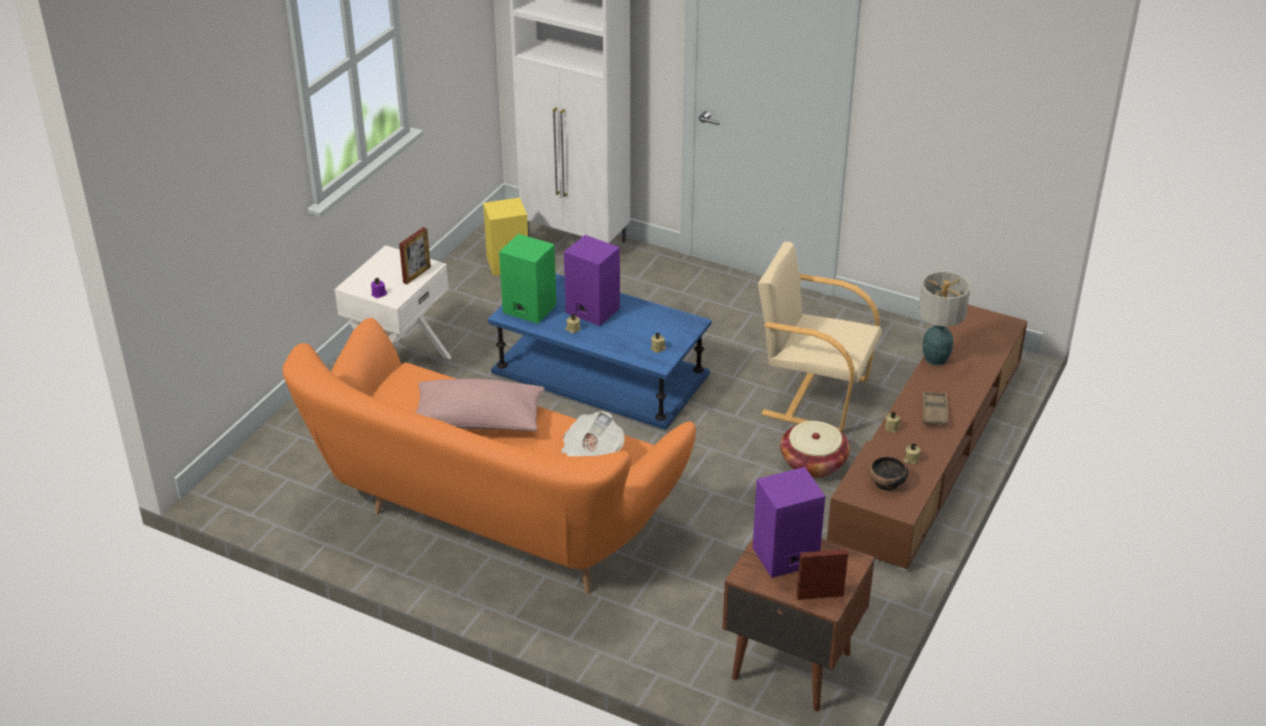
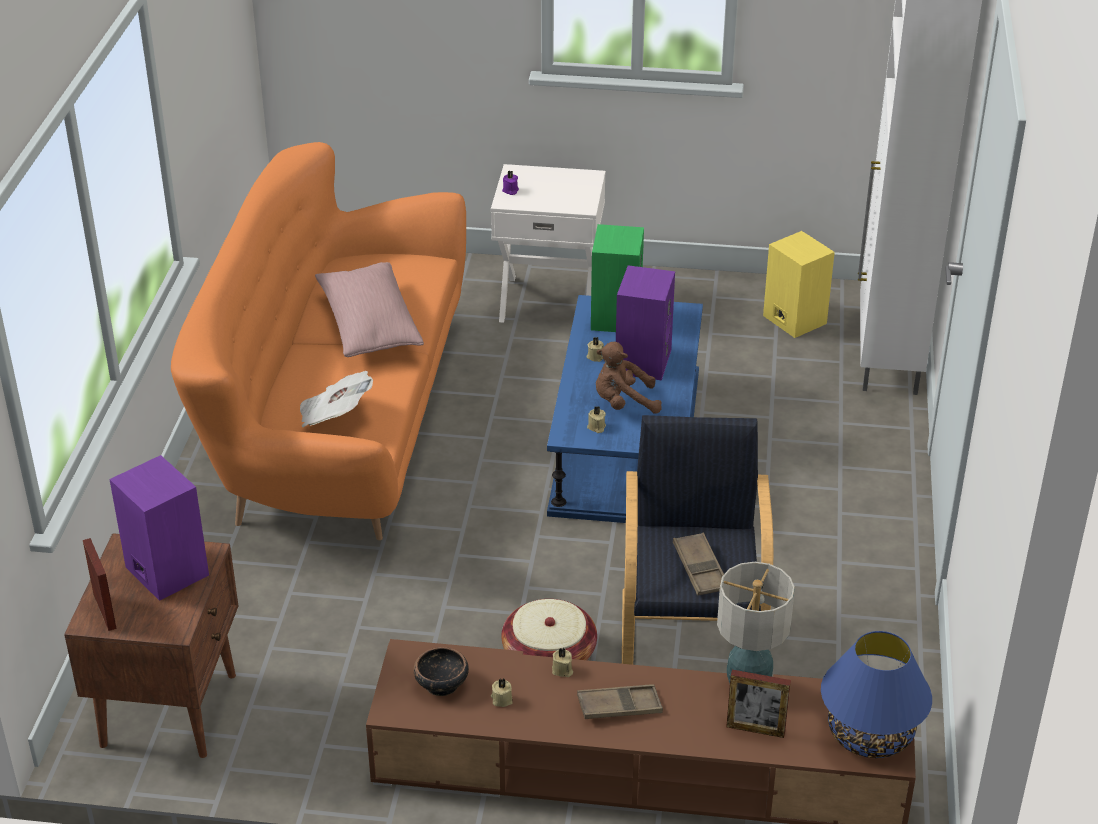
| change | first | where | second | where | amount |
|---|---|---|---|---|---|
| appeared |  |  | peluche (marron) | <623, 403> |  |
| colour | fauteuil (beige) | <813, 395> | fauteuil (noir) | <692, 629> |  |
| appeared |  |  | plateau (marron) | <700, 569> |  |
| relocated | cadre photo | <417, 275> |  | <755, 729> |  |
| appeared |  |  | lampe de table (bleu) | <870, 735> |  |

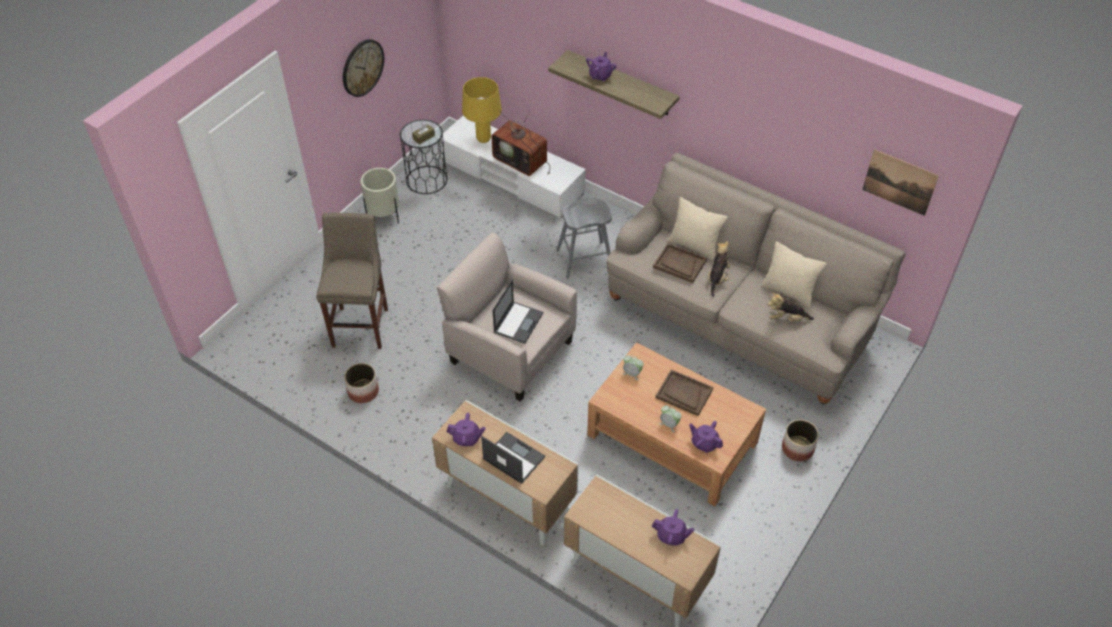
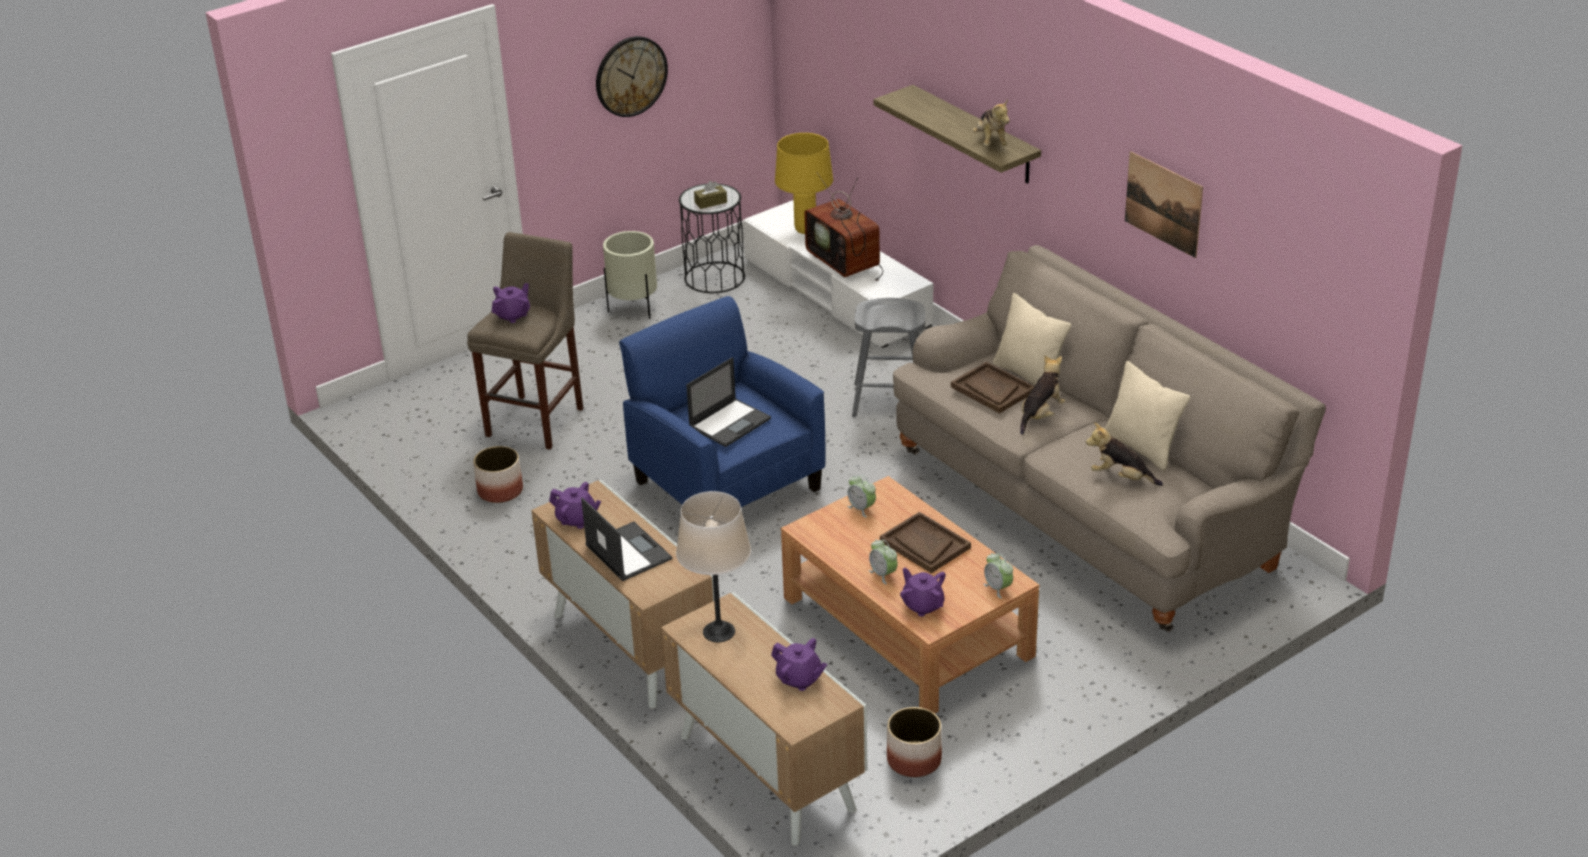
| change | first | where | second | where | amount |
|---|---|---|---|---|---|
| relocated | théière (violet) | <600, 75> |  | <513, 315> |  |
| colour | fauteuil (beige) | <510, 351> | fauteuil (bleu) | <726, 484> |  |
| appeared |  |  | lampe de table (beige) | <718, 631> |  |
| relocated | cache-pot | <798, 448> |  | <914, 760> |  |
| appeared |  |  | peluche | <990, 141> |  |
| appeared |  |  | réveil | <998, 588> |  |
| relocated | tableau | <899, 182> |  | <1163, 204> |  |

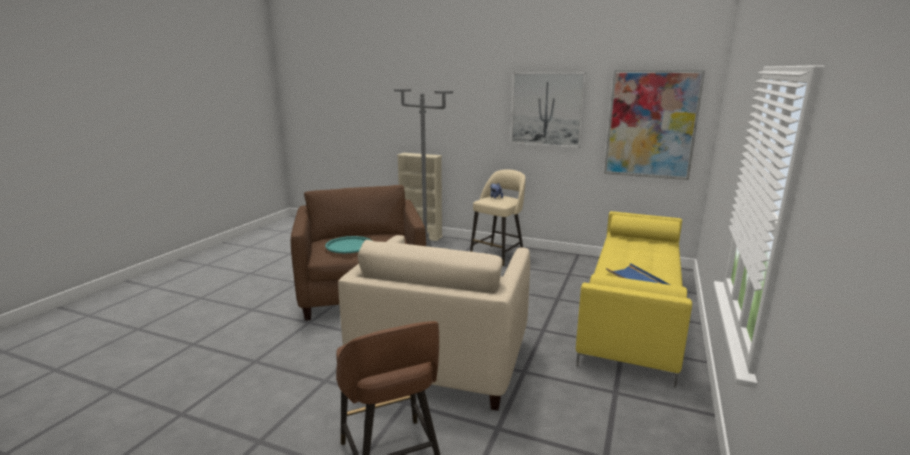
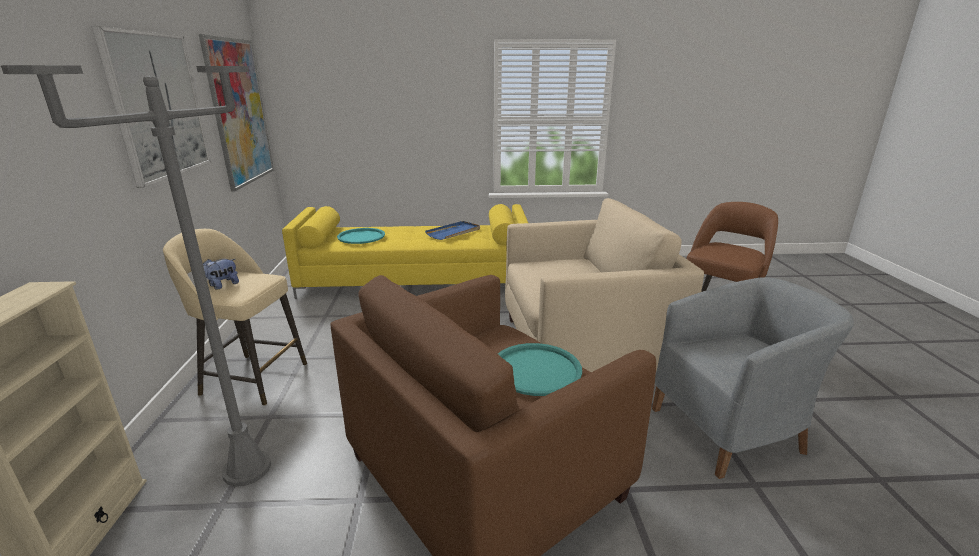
| change | first | where | second | where | amount |
|---|---|---|---|---|---|
| appeared |  |  | plateau (turquoise) | <361, 236> |  |
| appeared |  |  | fauteuil (gris) | <731, 429> |  |

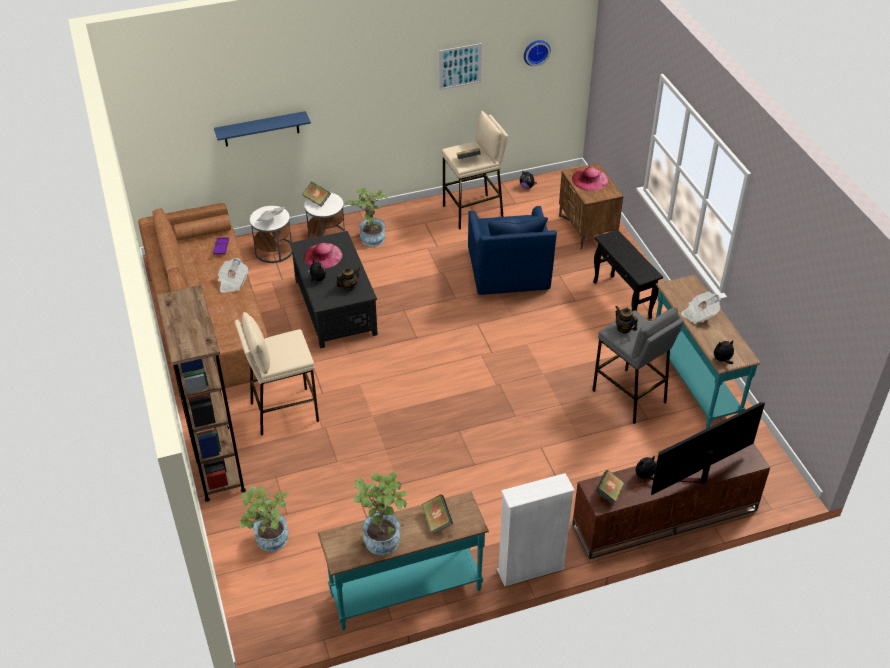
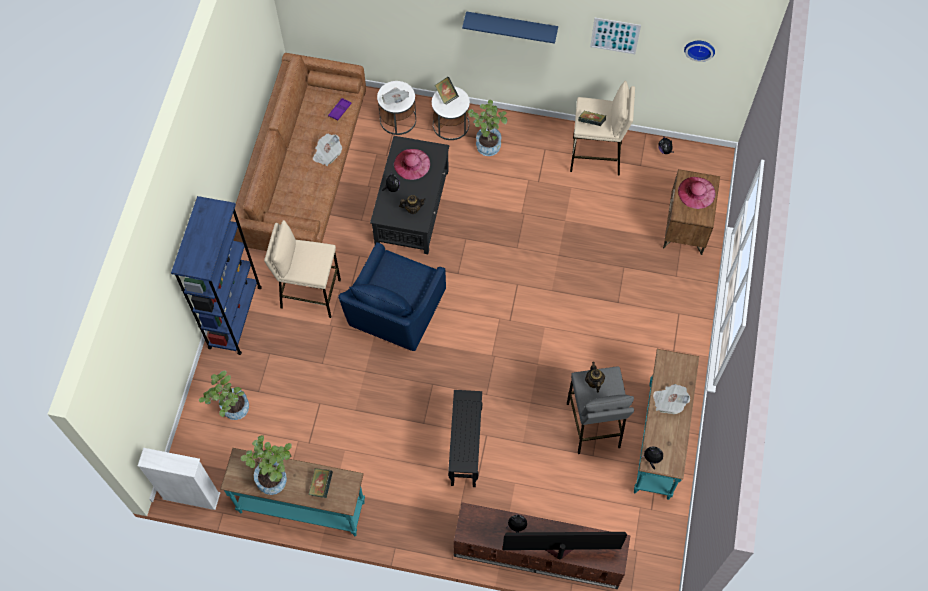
| change | first | where | second | where | amount |
|---|---|---|---|---|---|
| relocated | bibliothèque (blanc) | <530, 569> |  | <191, 496> |  |
| colour | bibliothèque (marron) | <217, 462> | bibliothèque (bleu) | <235, 317> |  |
| relocated | fauteuil (bleu) | <508, 272> |  | <395, 311> |  |
| relocated | table d'appoint (noir) | <622, 300> |  | <465, 450> |  |
| relocated | étagère (bleu) | <261, 129> |  | <511, 26> |  |
| missing | livre | <609, 493> |  |  |  |

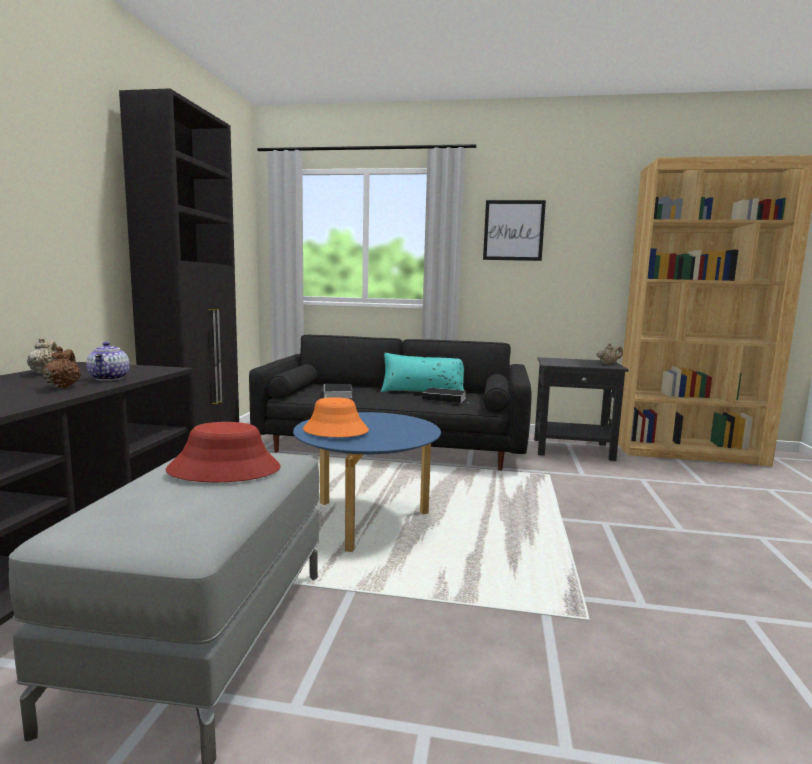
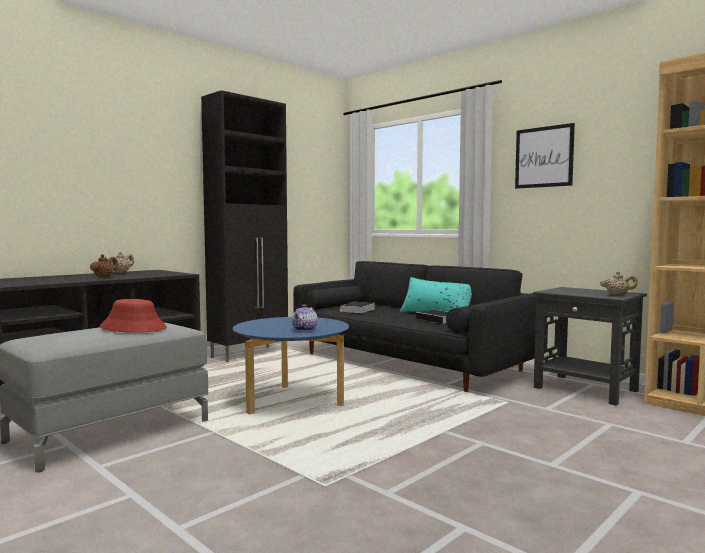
| change | first | where | second | where | amount |
|---|---|---|---|---|---|
| relocated | théière | <110, 378> |  | <305, 330> |  |
| missing | chapeau (orange) | <335, 430> |  |  |  |

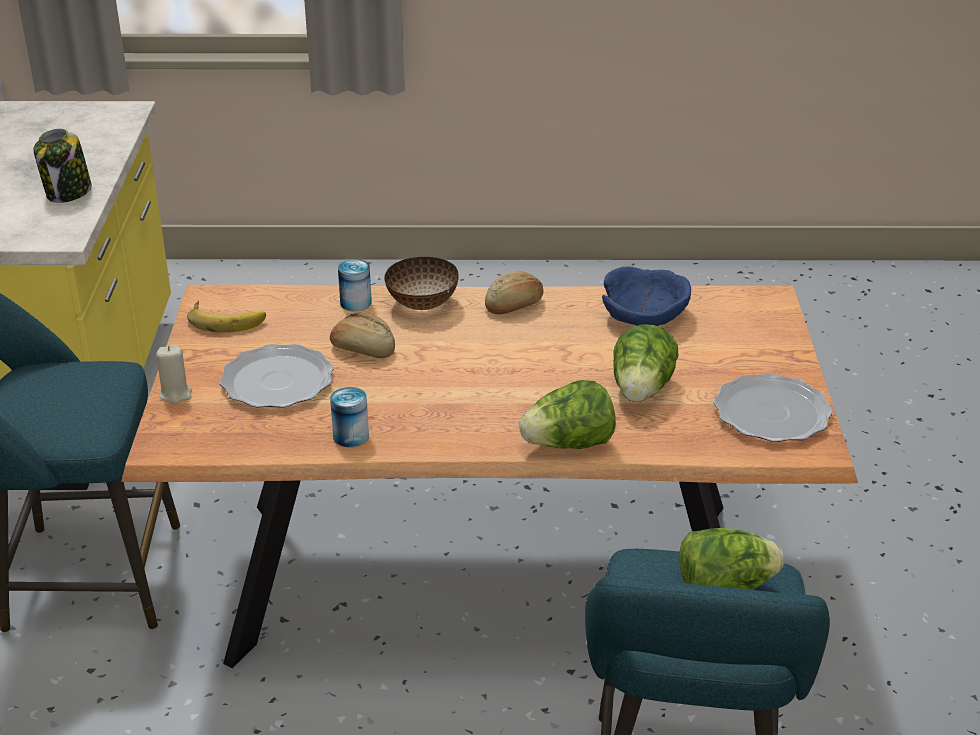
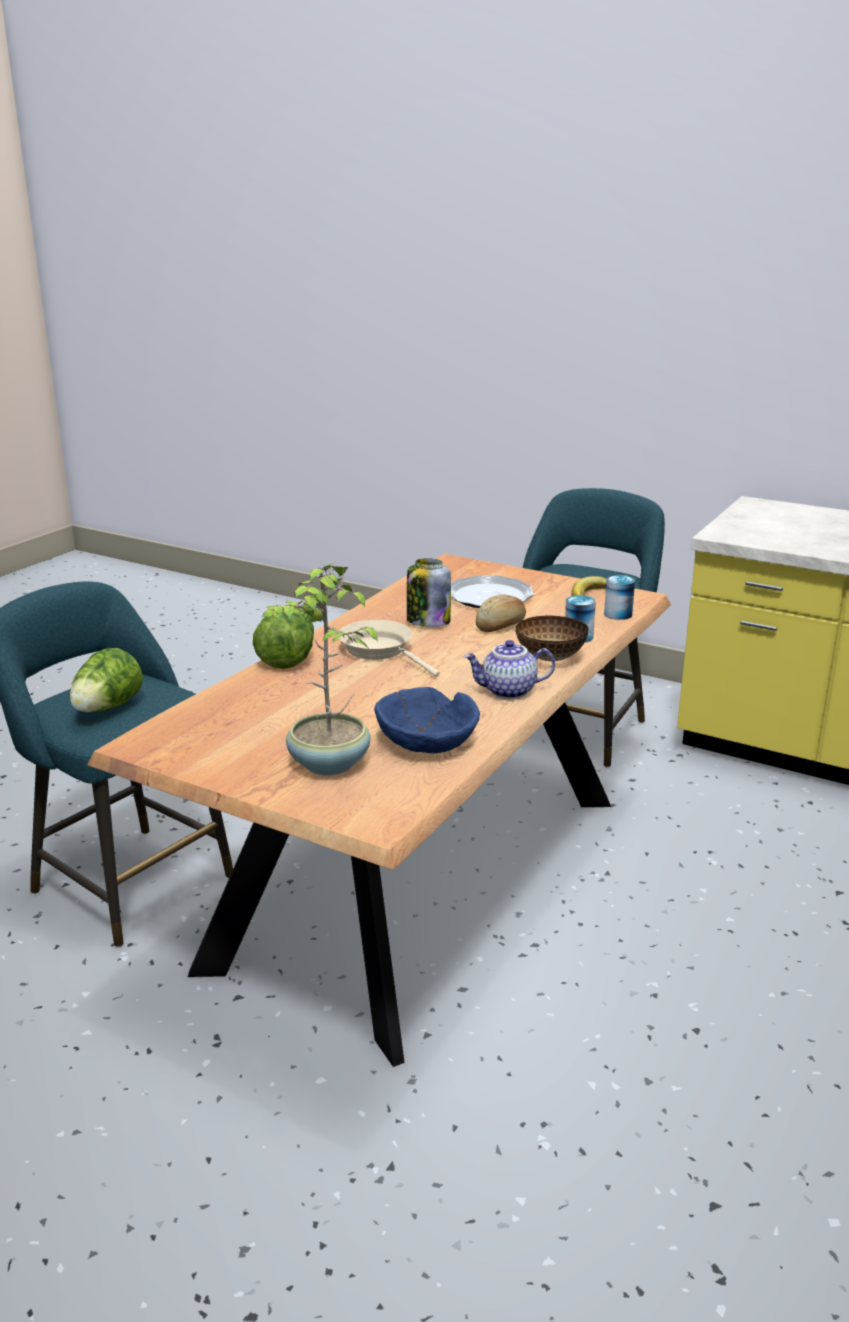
| change | first | where | second | where | amount |
|---|---|---|---|---|---|
| appeared |  |  | plante en pot | <328, 765> |  |
| appeared |  |  | poêle (beige) | <380, 651> |  |
| relocated | bocal | <68, 193> |  | <427, 621> |  |
| exchanged | pain | <515, 306> | théière | <508, 691> |  |
| relocated | boîte métallique | <351, 436> |  | <618, 614> |  |
| missing | bougie (beige) | <176, 394> |  |  |  |
| missing | laitue | <641, 391> |  |  |  |
| missing | assiette | <772, 412> |  |  |  |

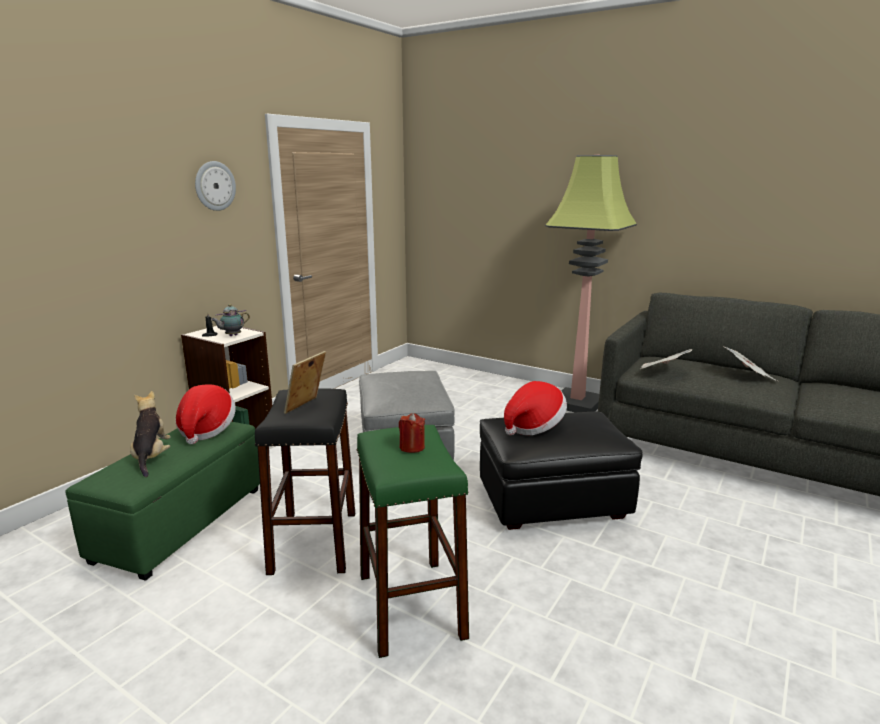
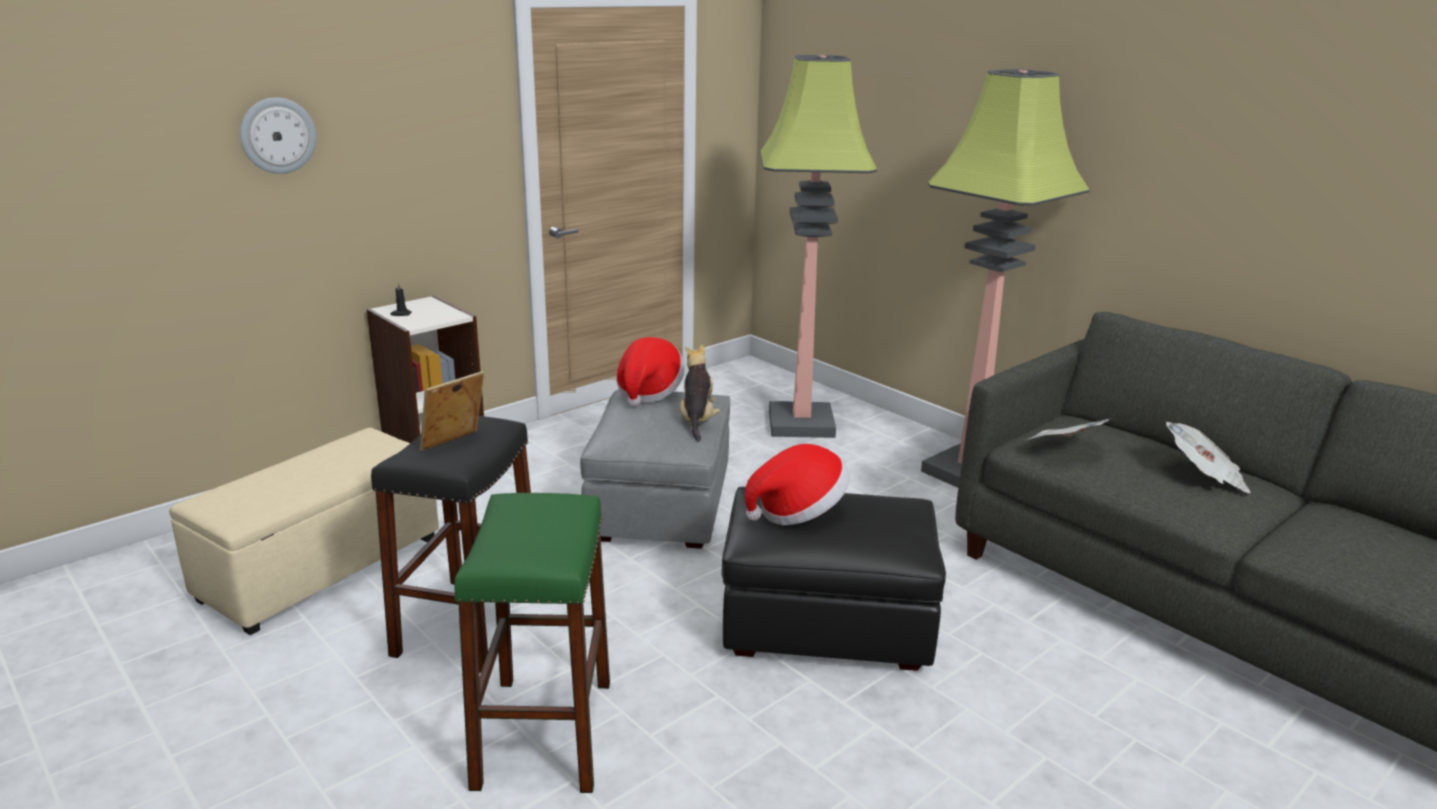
| change | first | where | second | where | amount |
|---|---|---|---|---|---|
| colour | pouf (vert) | <180, 524> | pouf (beige) | <320, 569> |  |
| relocated | horloge murale | <214, 186> |  | <277, 135> |  |
| relocated | chapeau | <206, 430> |  | <648, 392> |  |
| relocated | peluche | <152, 457> |  | <697, 420> |  |
| appeared |  |  | lampadaire | <802, 423> |  |
| missing | théière | <232, 336> |  |  |  |
| missing | bougie (rouge) | <412, 447> |  |  |  |

